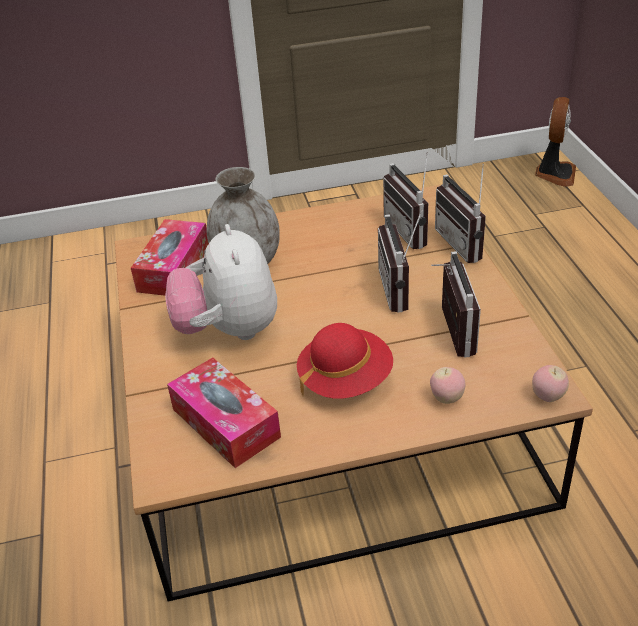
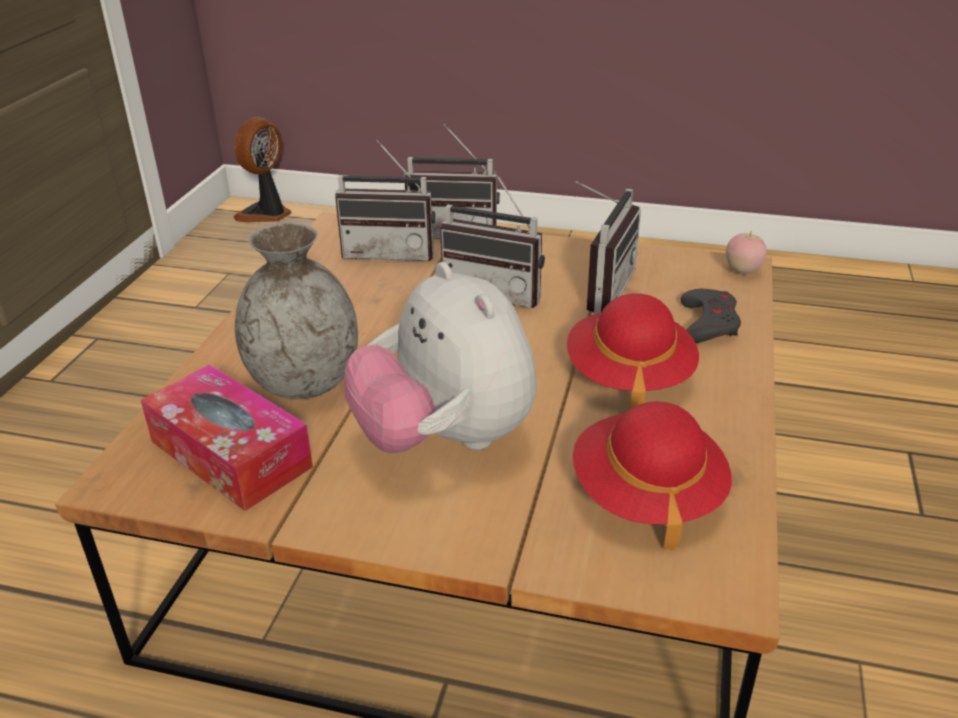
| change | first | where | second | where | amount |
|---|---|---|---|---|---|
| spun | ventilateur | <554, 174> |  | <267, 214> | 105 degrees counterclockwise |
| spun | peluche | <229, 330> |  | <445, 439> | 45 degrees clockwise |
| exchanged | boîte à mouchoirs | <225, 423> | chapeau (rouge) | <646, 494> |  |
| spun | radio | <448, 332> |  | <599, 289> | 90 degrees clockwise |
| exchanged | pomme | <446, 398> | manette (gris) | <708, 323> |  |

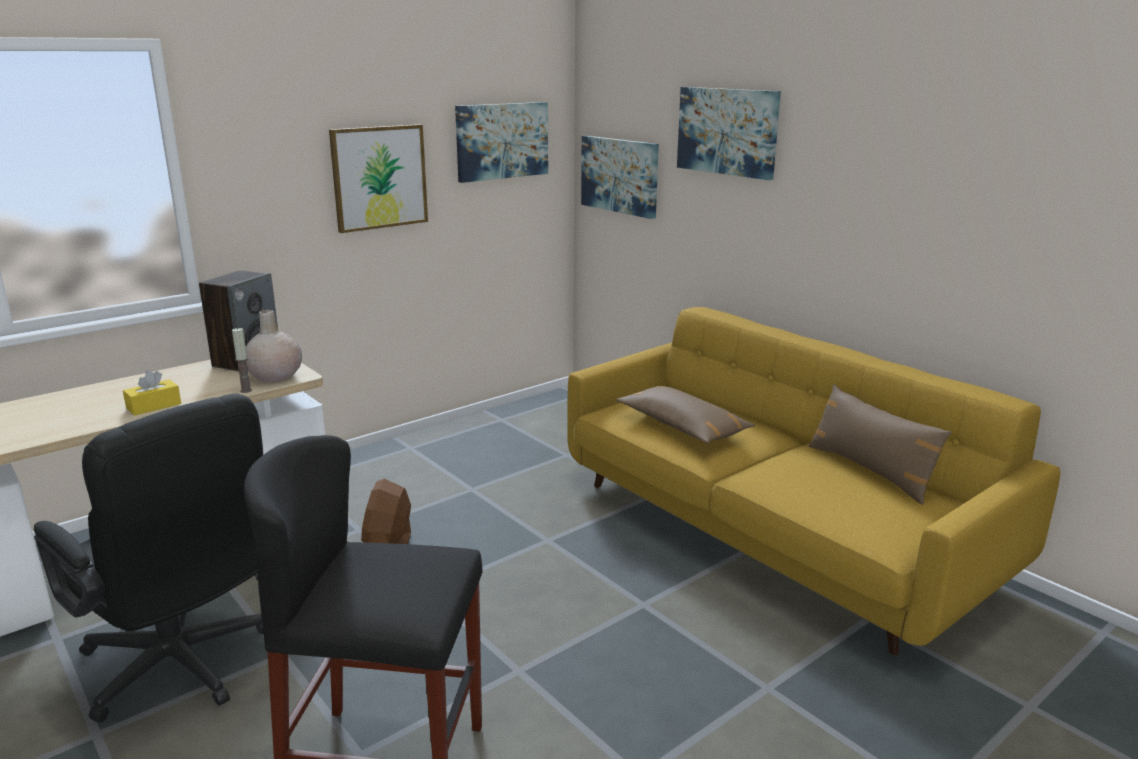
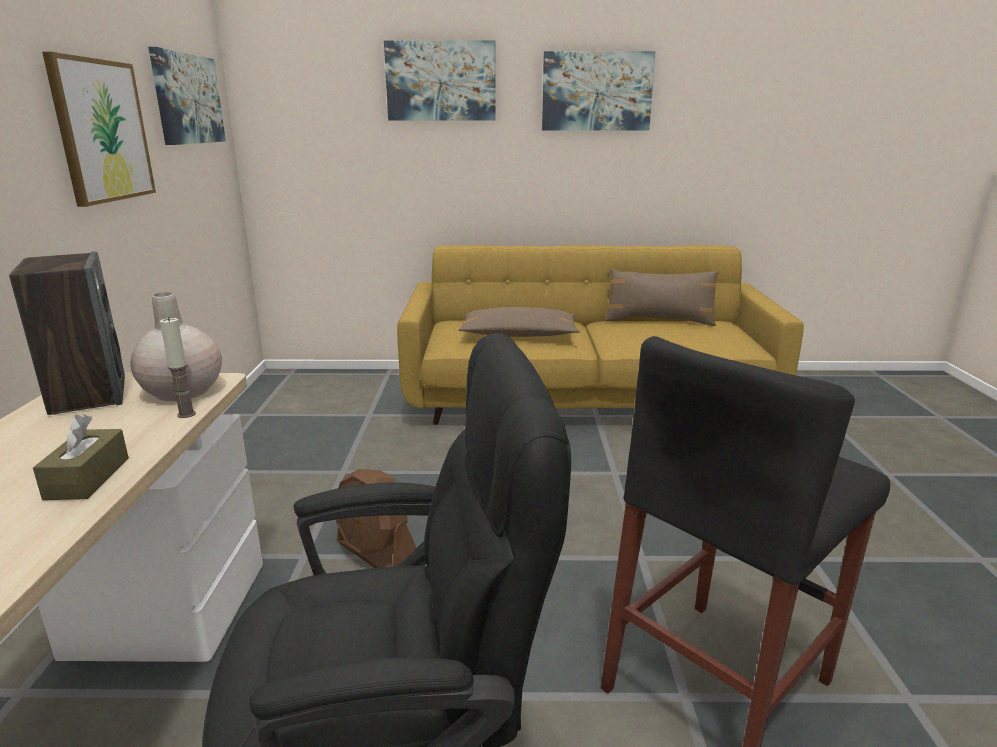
| change | first | where | second | where | amount |
|---|---|---|---|---|---|
| colour | boîte à mouchoirs (jaune) | <154, 406> | boîte à mouchoirs (marron) | <87, 478> |  |
| relocated | tableau | <620, 175> |  | <596, 92> |  |

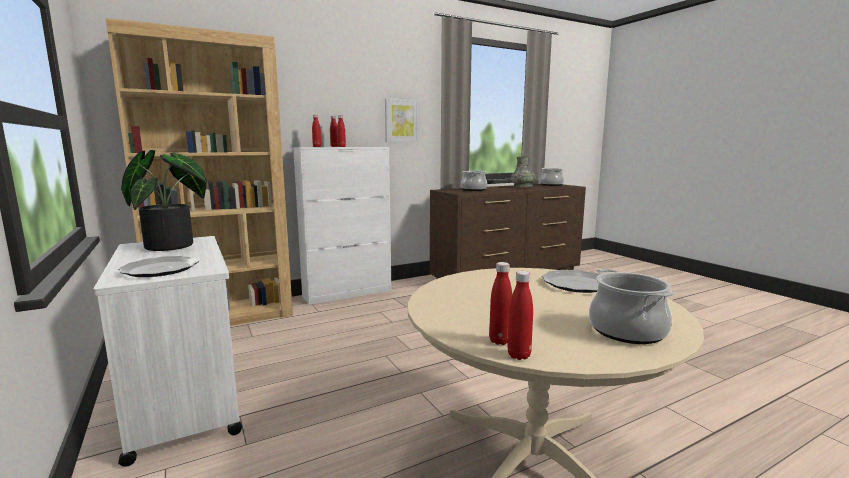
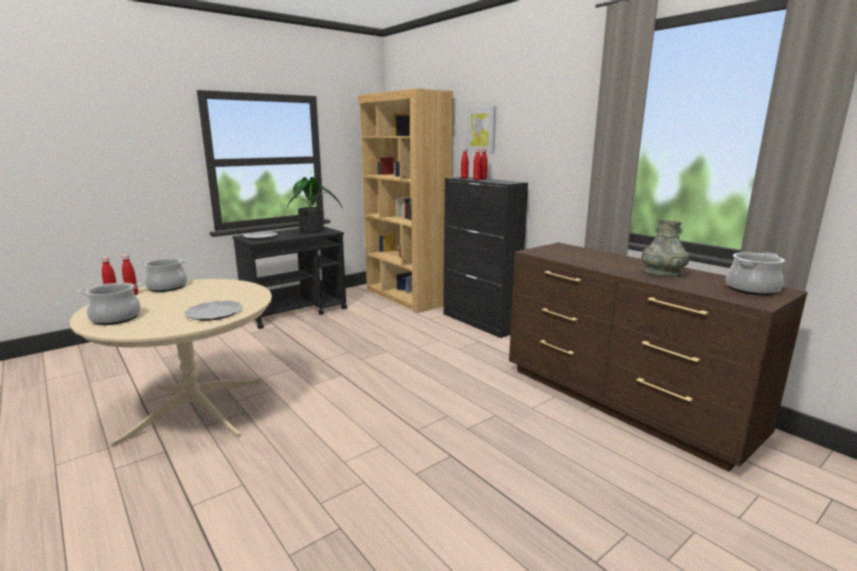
| change | first | where | second | where | amount |
|---|---|---|---|---|---|
| relocated | marmite | <473, 190> |  | <167, 287> |  |
| colour | chariot (blanc) | <184, 399> | chariot (noir) | <296, 312> |  |
| colour | meuble de rangement (blanc) | <348, 293> | meuble de rangement (noir) | <479, 322> |  |
| relocated | tableau | <401, 121> |  | <481, 130> |  |

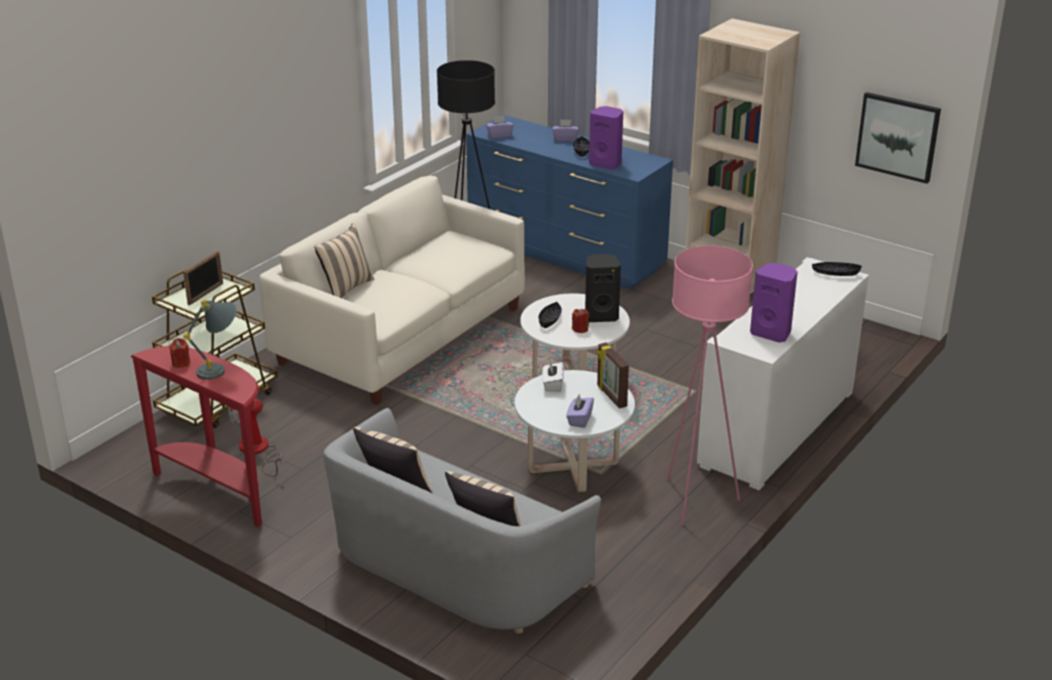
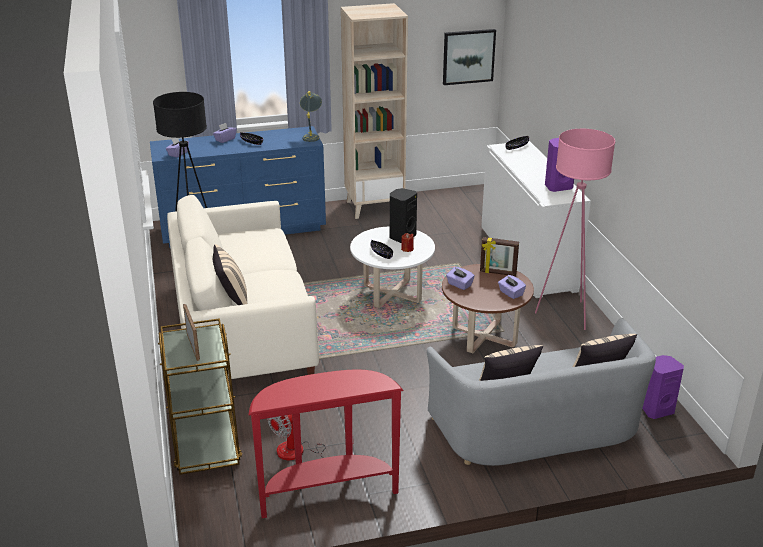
| change | first | where | second | where | amount |
|---|---|---|---|---|---|
| relocated | lampe de table (gris) | <220, 369> |  | <311, 136> |  |
| colour | table basse (blanc) | <573, 466> | table basse (marron) | <484, 336> |  |
| colour | boîte à mouchoirs (blanc) | <552, 385> | boîte à mouchoirs (violet) | <459, 285> |  |
| relocated | enceinte (violet) | <606, 164> |  | <656, 409> |  |
| missing | bougie (rouge) | <181, 363> |  |  |  |

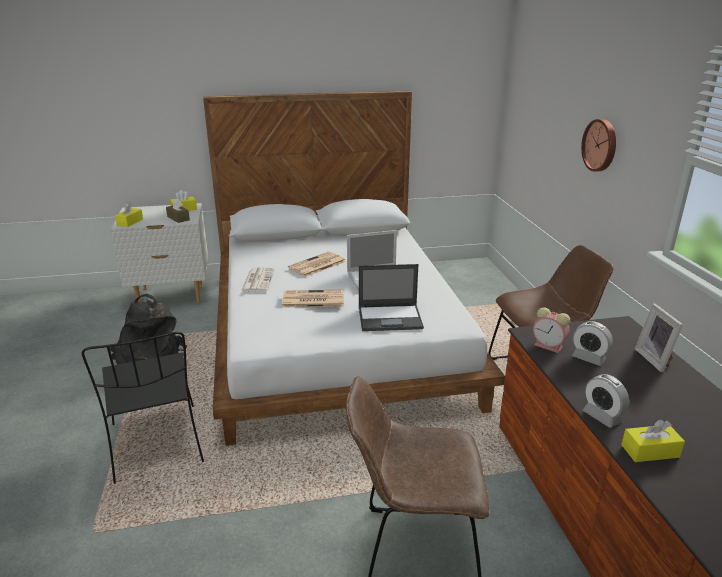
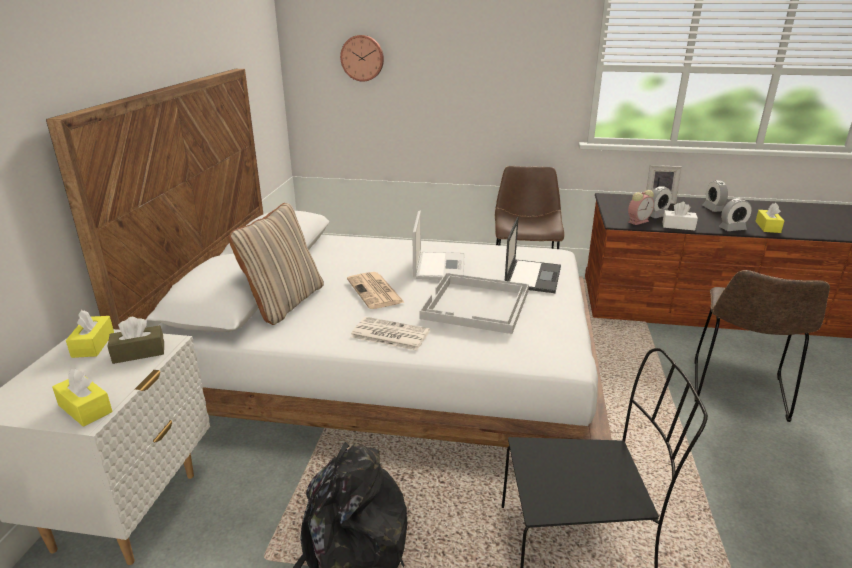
| change | first | where | second | where | amount |
|---|---|---|---|---|---|
| appeared |  |  | coussin (beige) | <284, 302> |  |
| relocated | horloge murale | <600, 145> |  | <362, 58> |  |
| exchanged | journal | <312, 300> | plateau (blanc) | <476, 305> |  |
| appeared |  |  | boîte à mouchoirs (blanc) | <678, 226> |  |
| appeared |  |  | réveil | <713, 209> |  |

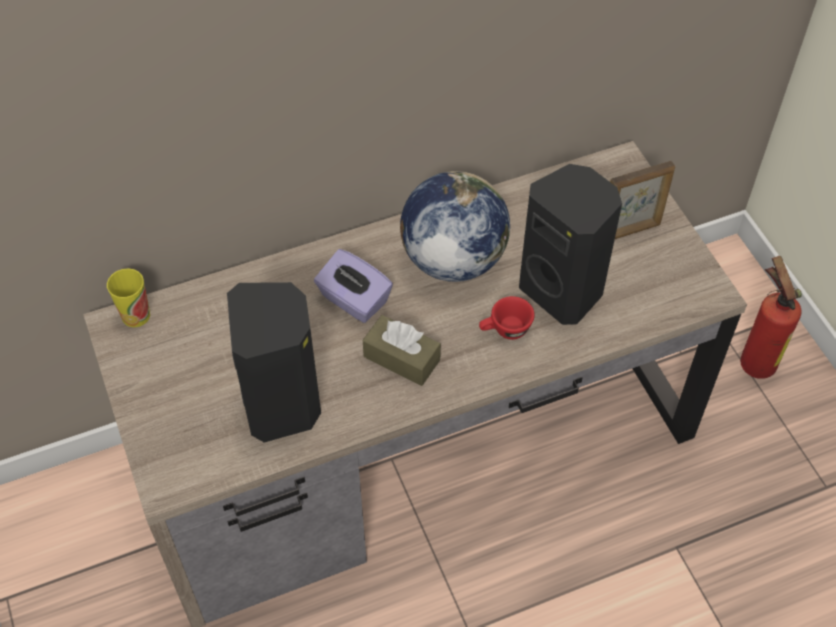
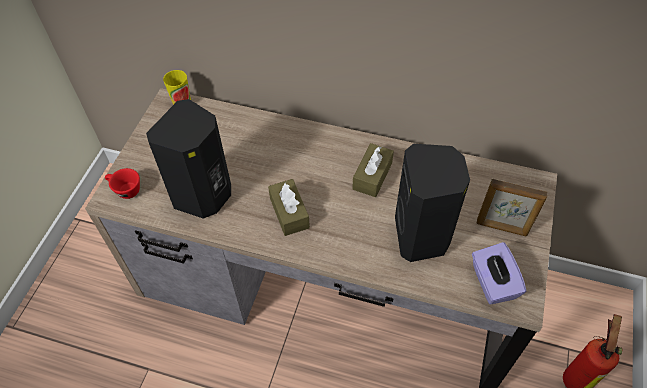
| change | first | where | second | where | amount |
|---|---|---|---|---|---|
| relocated | tasse (rouge) | <505, 330> |  | <125, 190> |  |
| exchanged | globe | <452, 259> | boîte à mouchoirs (marron) | <372, 176> |  |
| relocated | boîte à mouchoirs (violet) | <353, 300> |  | <492, 283> |  |

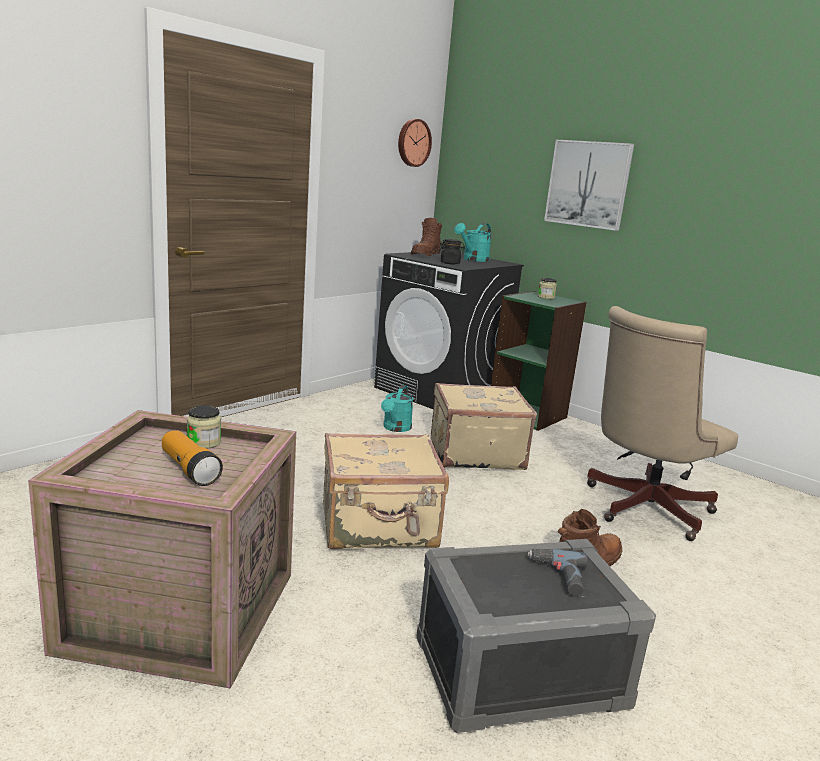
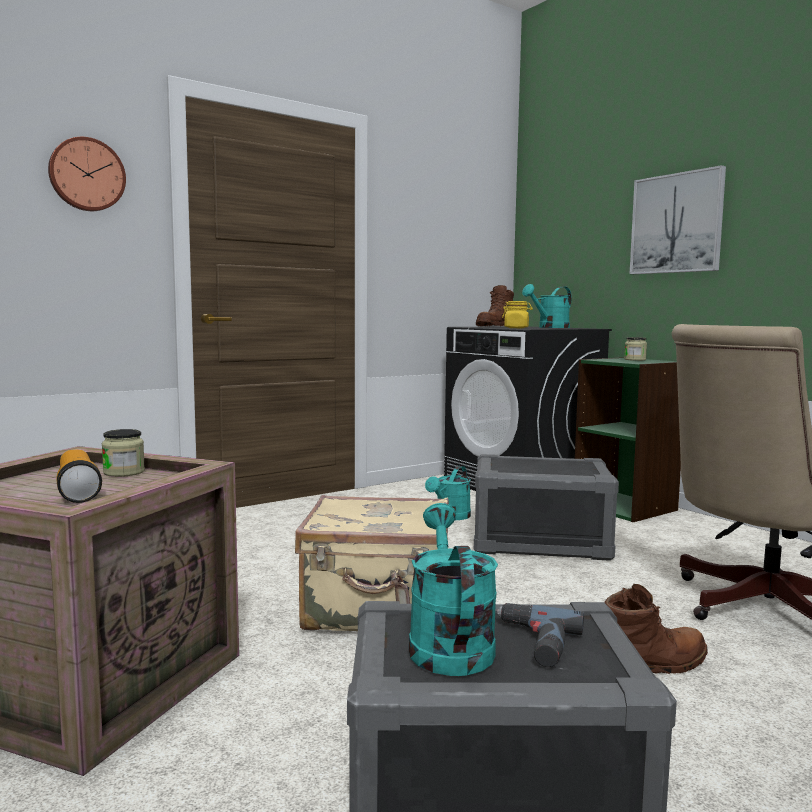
| change | first | where | second | where | amount |
|---|---|---|---|---|---|
| relocated | horloge murale | <413, 142> |  | <87, 175> |  |
| appeared |  |  | arrosoir (turquoise) | <448, 643> |  |
| exchanged | valise (beige) | <475, 453> | boîte de rangement (gris) | <539, 542> |  |
| colour | bocal (noir) | <450, 263> | bocal (jaune) | <516, 328> |  |

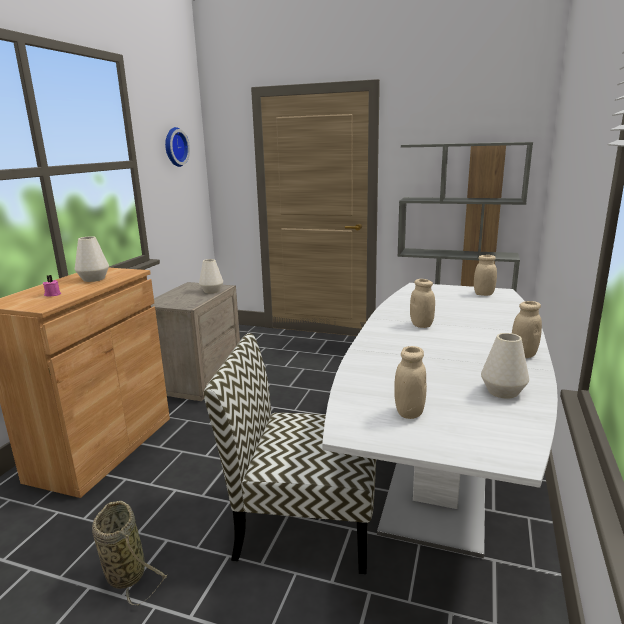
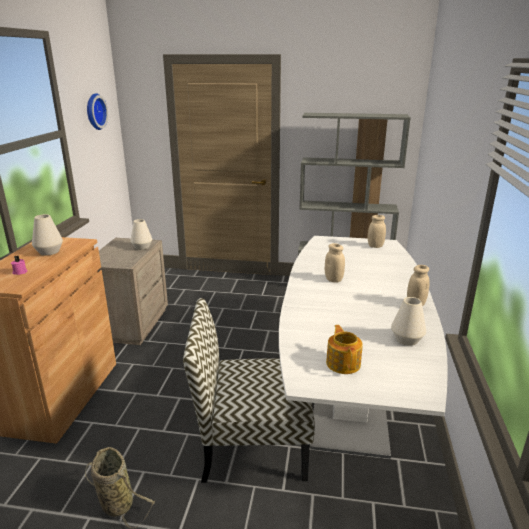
| change | first | where | second | where | amount |
|---|---|---|---|---|---|
| exchanged | bocal (beige) | <409, 412> | théière | <343, 363> |  |

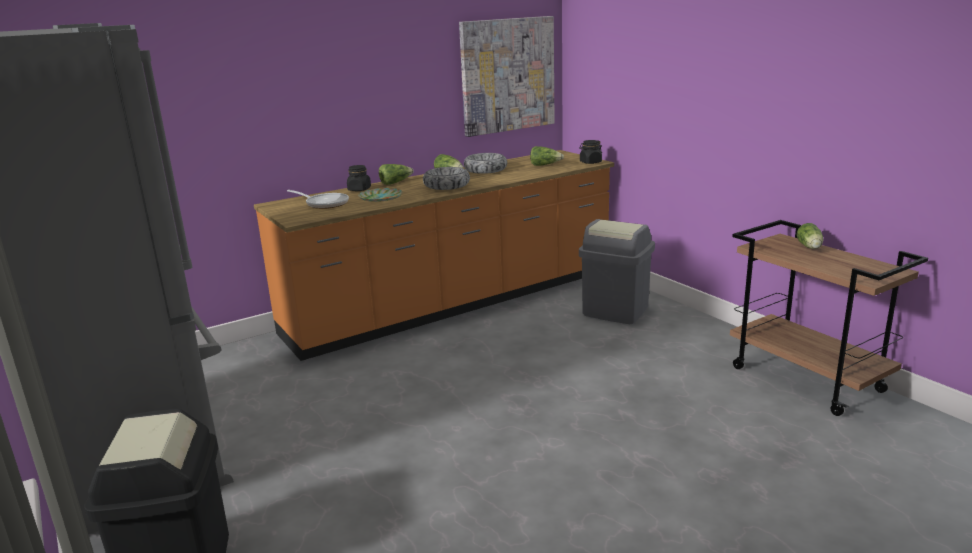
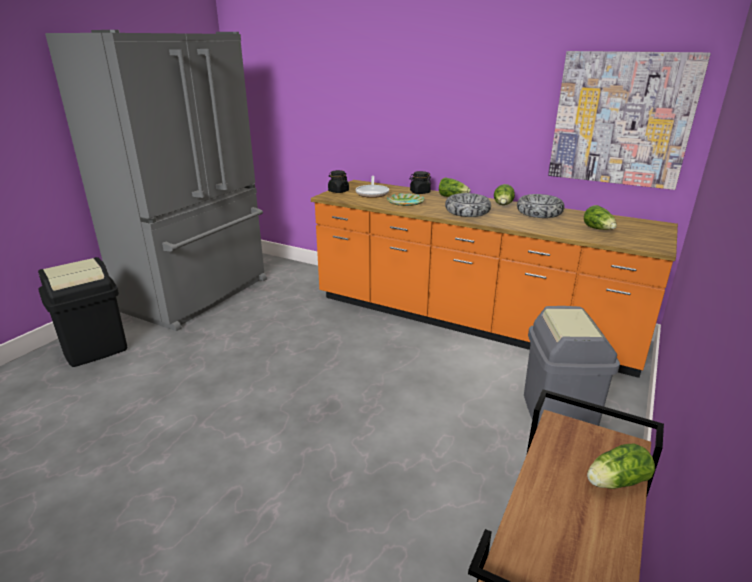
| change | first | where | second | where | amount |
|---|---|---|---|---|---|
| relocated | bocal (noir) | <590, 162> |  | <338, 191> |  |

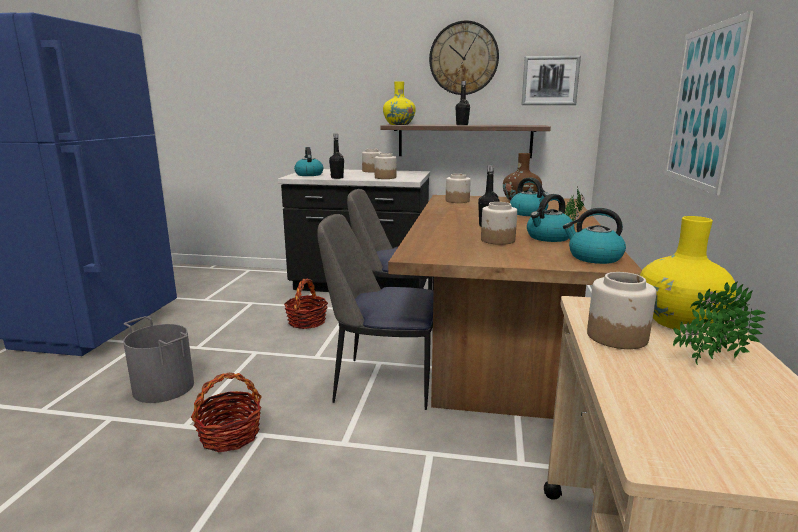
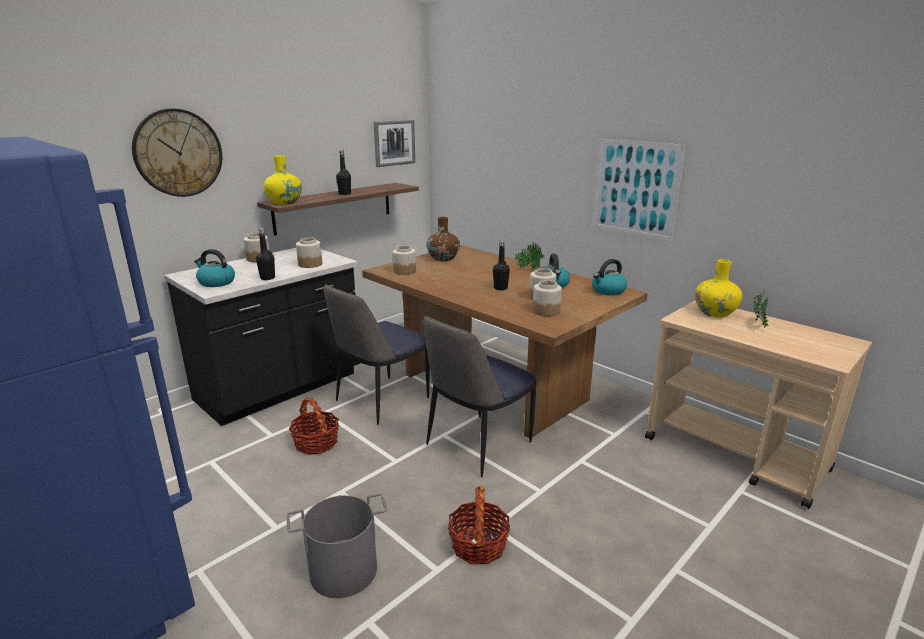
| change | first | where | second | where | amount |
|---|---|---|---|---|---|
| relocated | horloge murale | <463, 58> |  | <178, 153> |  |
| relocated | bocal | <617, 336> |  | <546, 311> |  |
| missing | bouilloire | <529, 213> |  |  |  |

